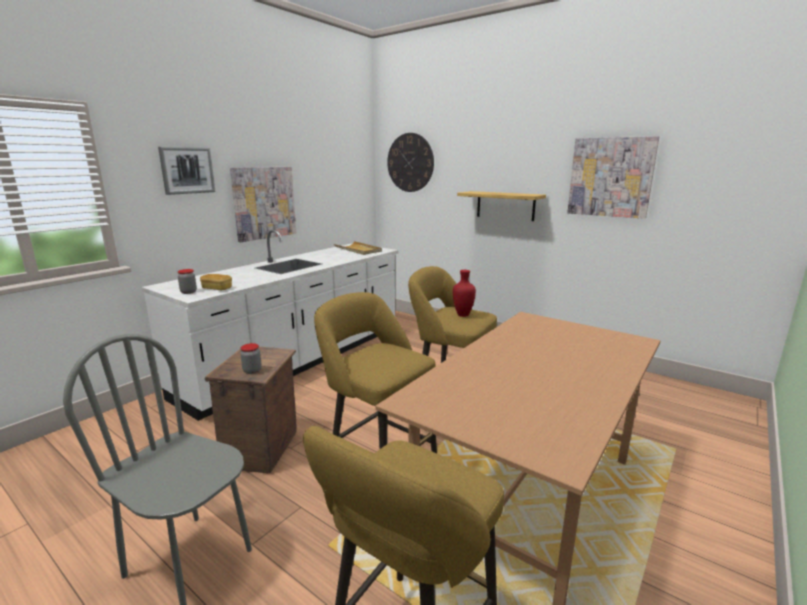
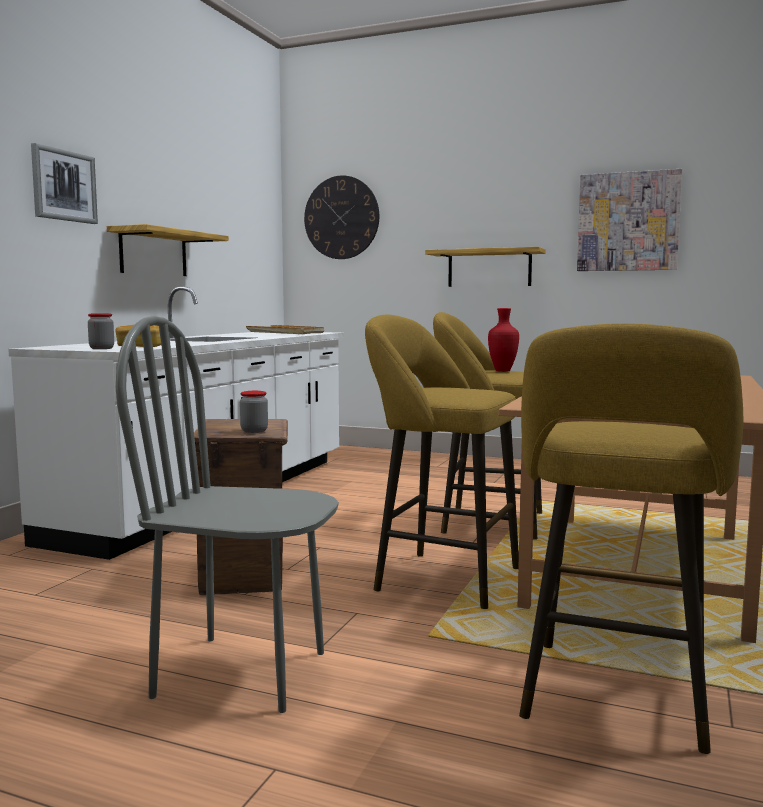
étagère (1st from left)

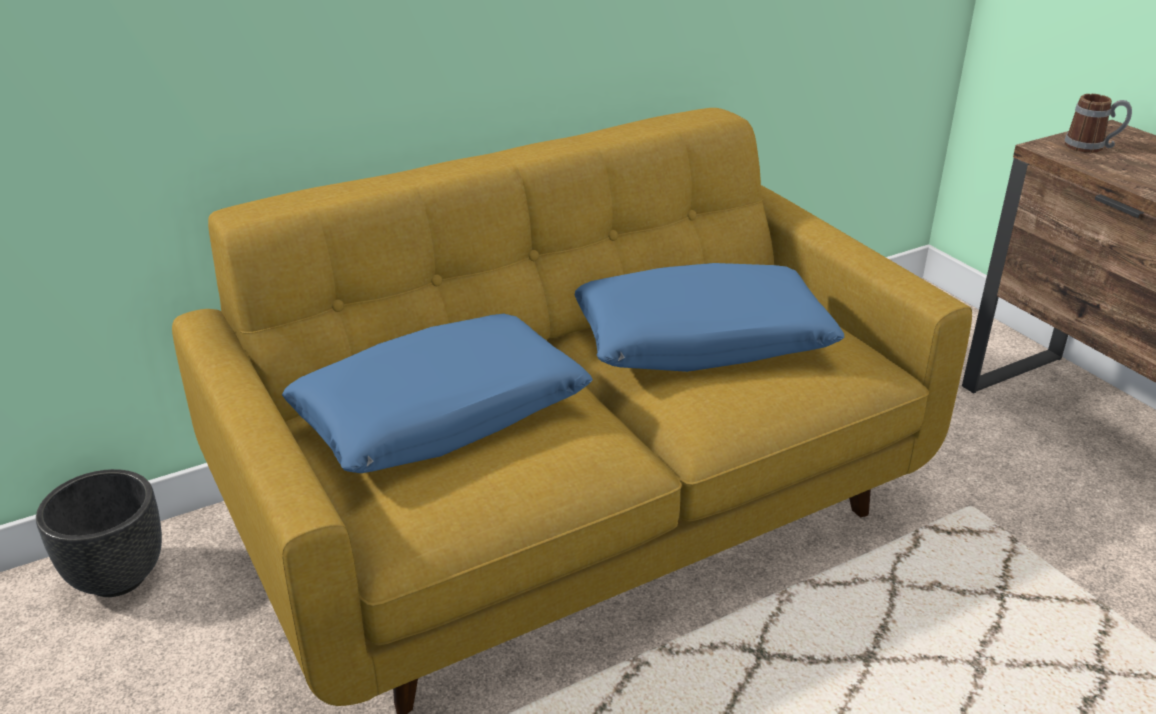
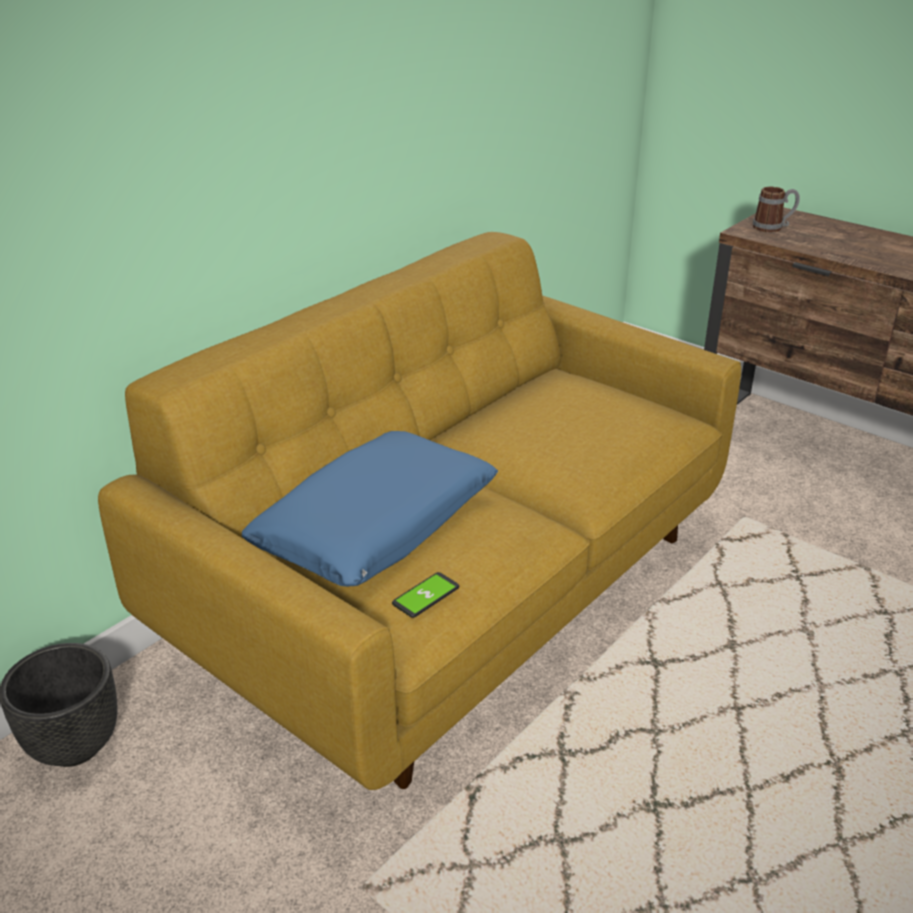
téléphone; coussin/bleu (2nd from left in the first image)

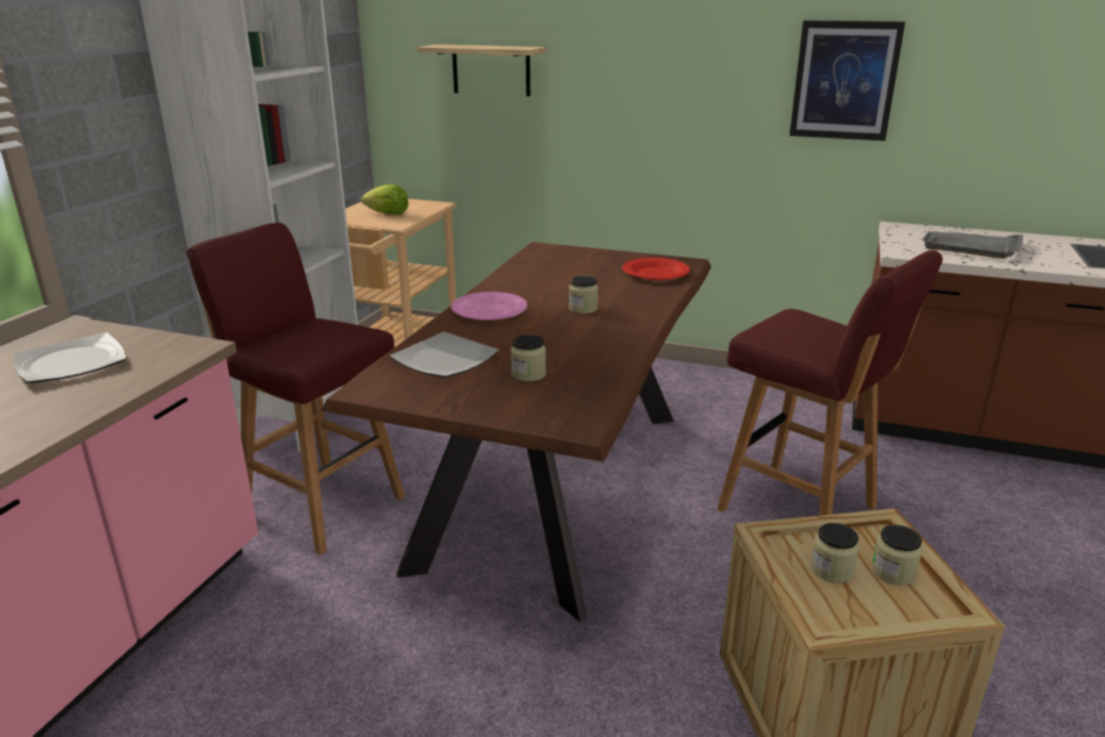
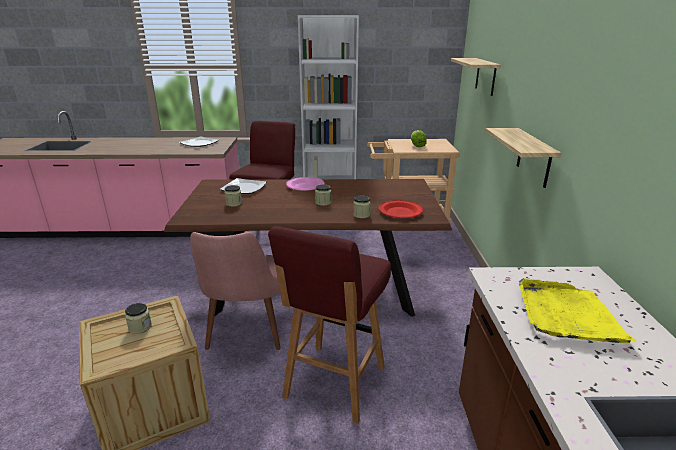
chaise/rose; bocal (4th from left); étagère (2nd from left); plateau/jaune; tableau

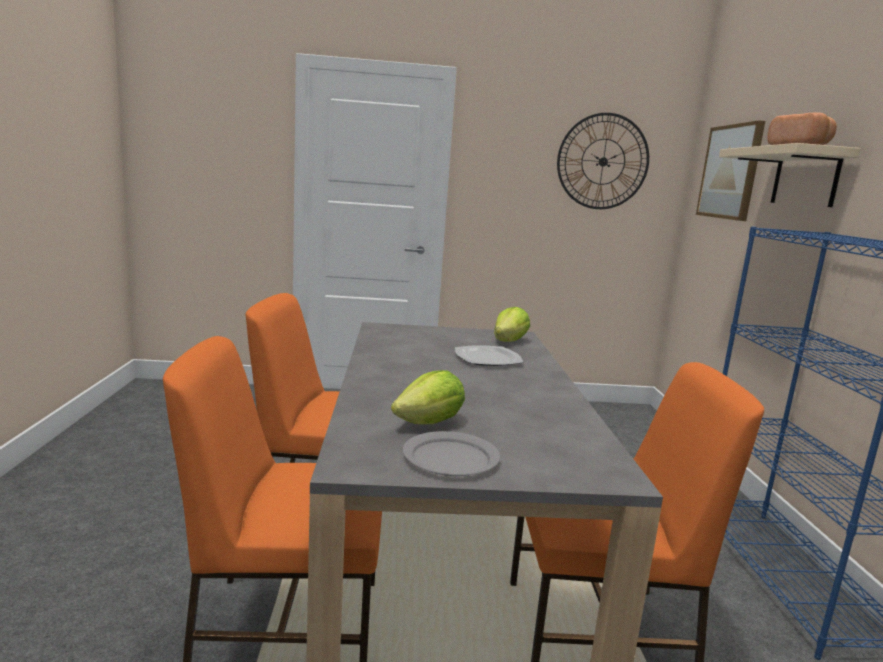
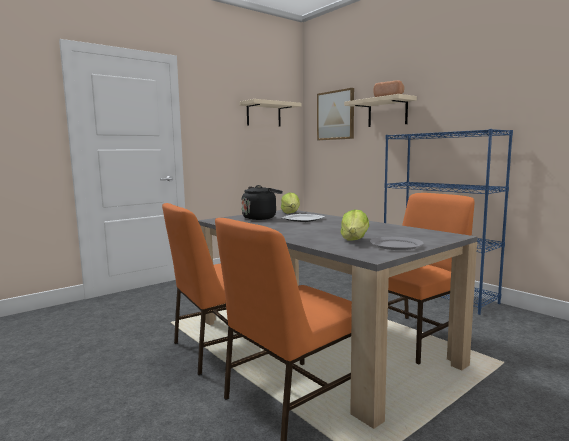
étagère/beige (1st from left); bouilloire/noir

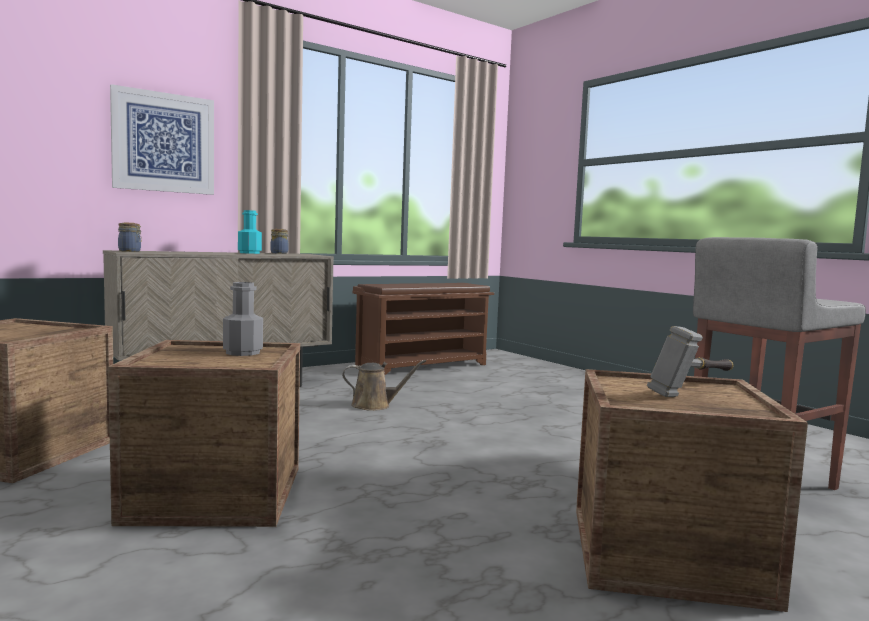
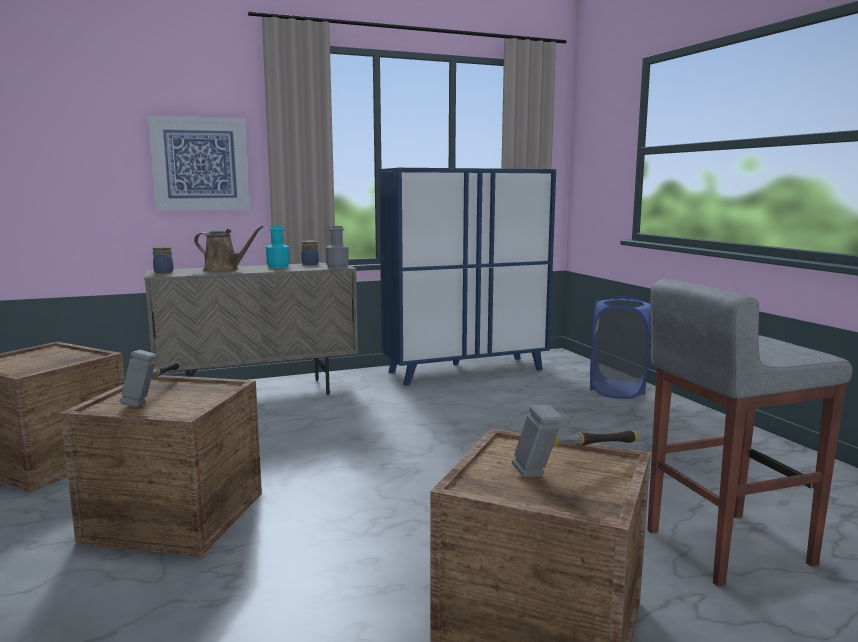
marteau (1st from left); arrosoir/marron; bouteille/gris; meuble de rangement/bleu; panier à linge/bleu

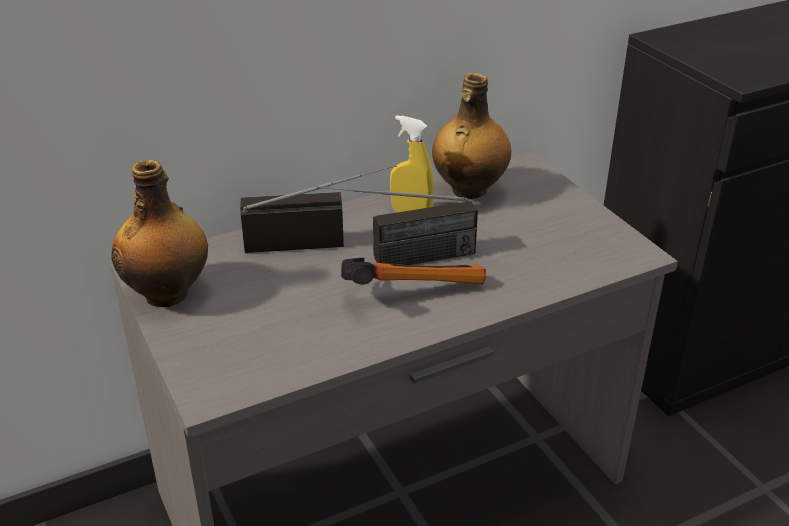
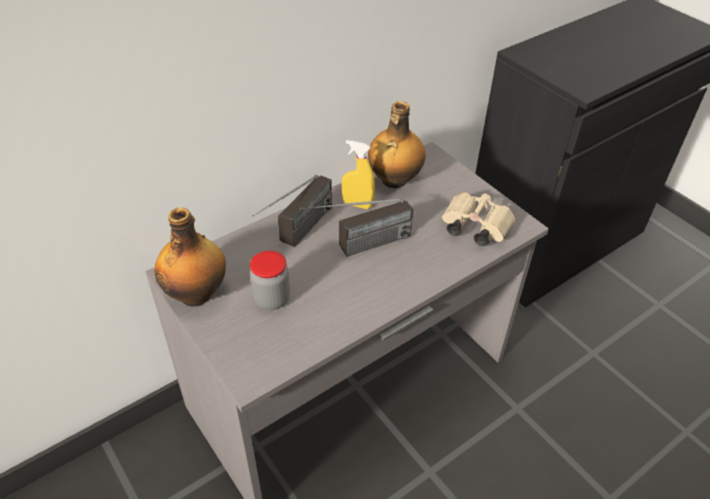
bocal; radio (1st from left); jumelles/beige; marteau

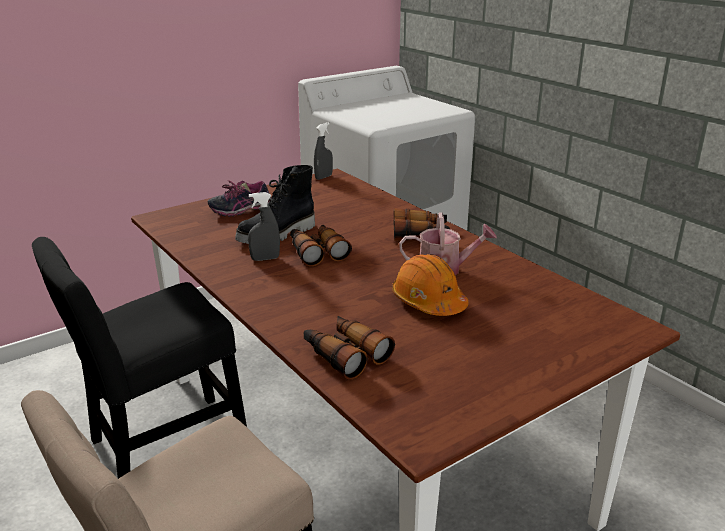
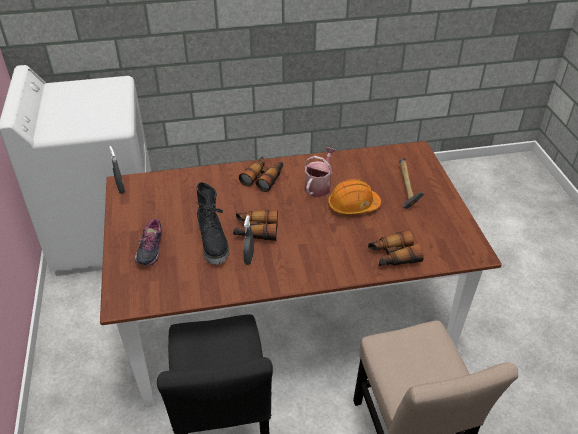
marteau

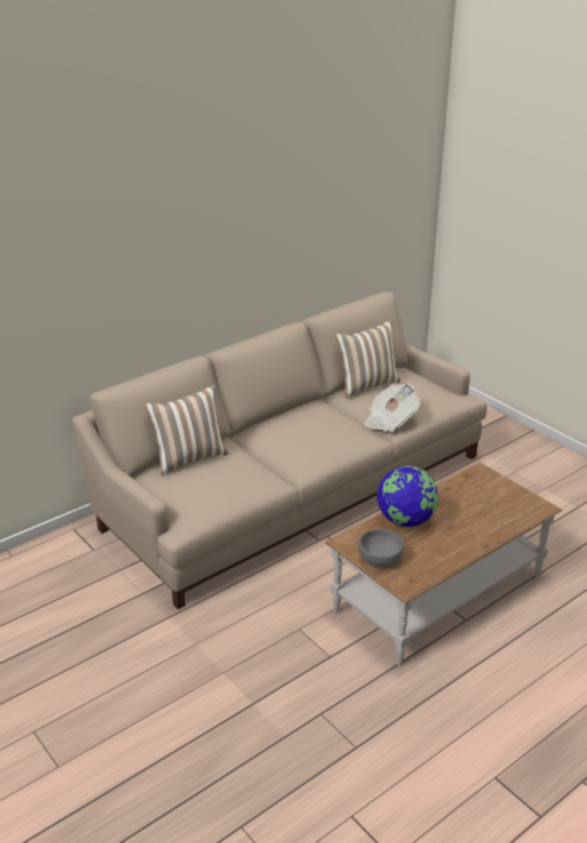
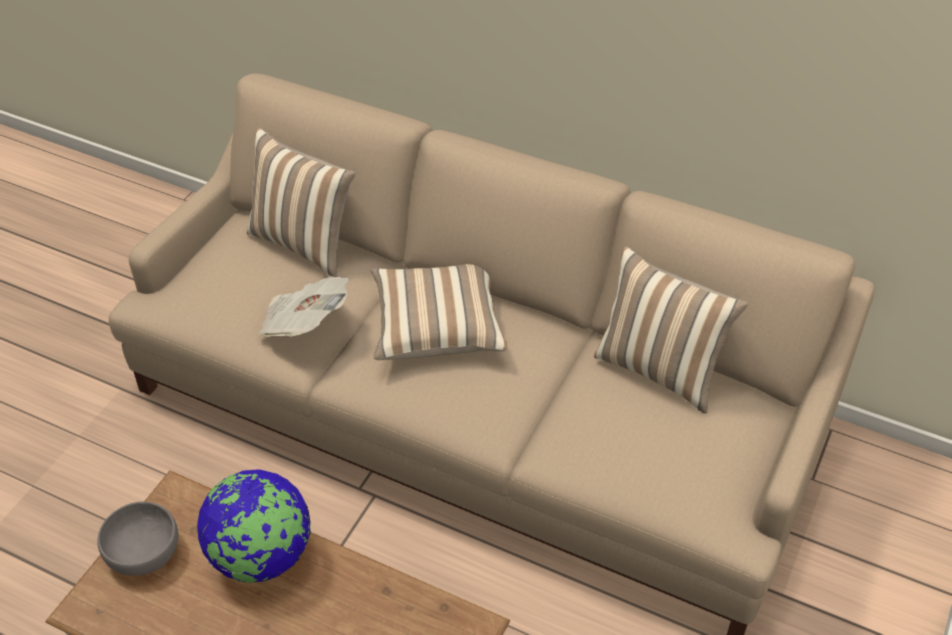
journal; coussin (2nd from left)

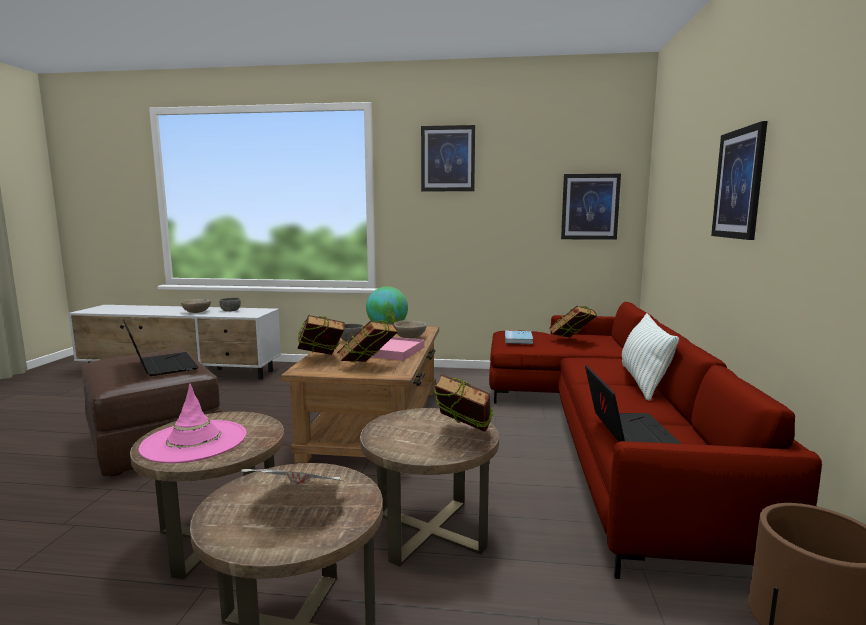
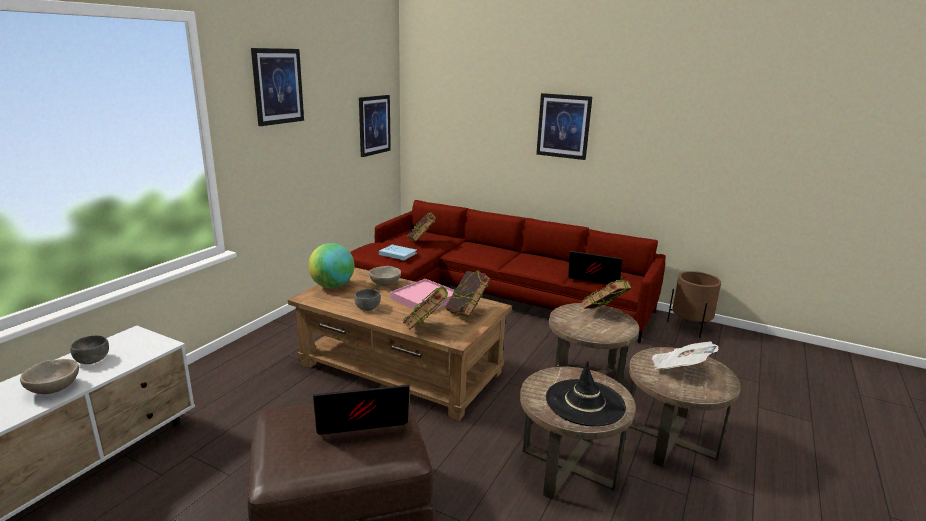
chapeau/noir; coussin

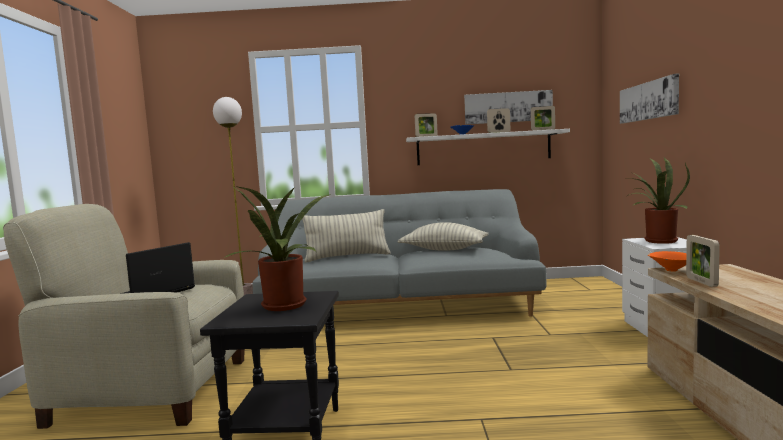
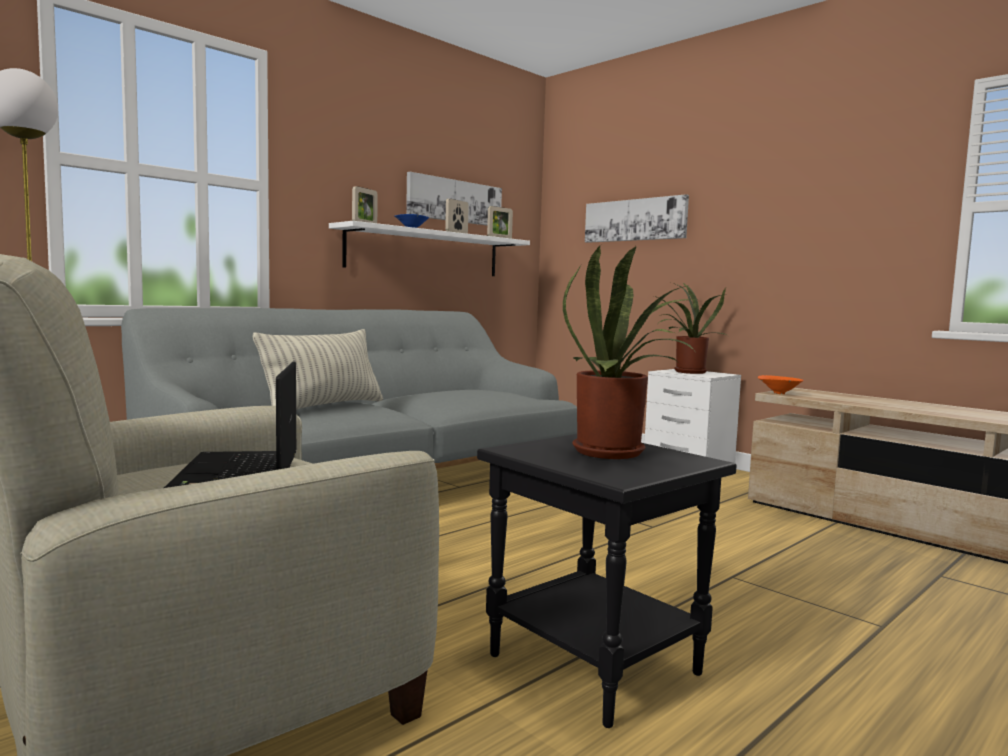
coussin (2nd from left in the first image); cadre photo (4th from left in the first image)

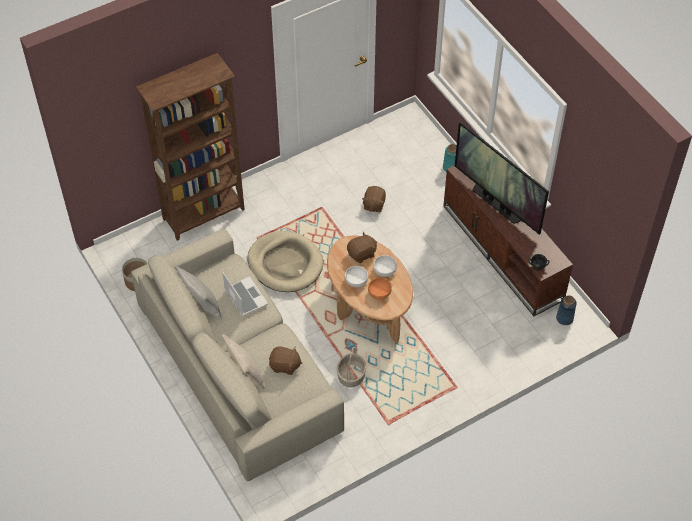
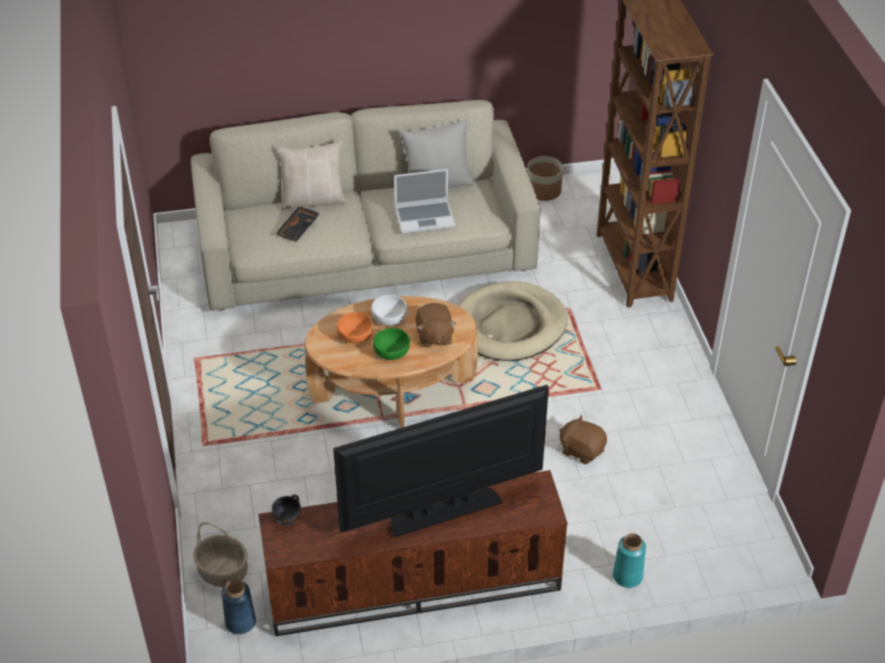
panier; plateau/noir; bol/vert

